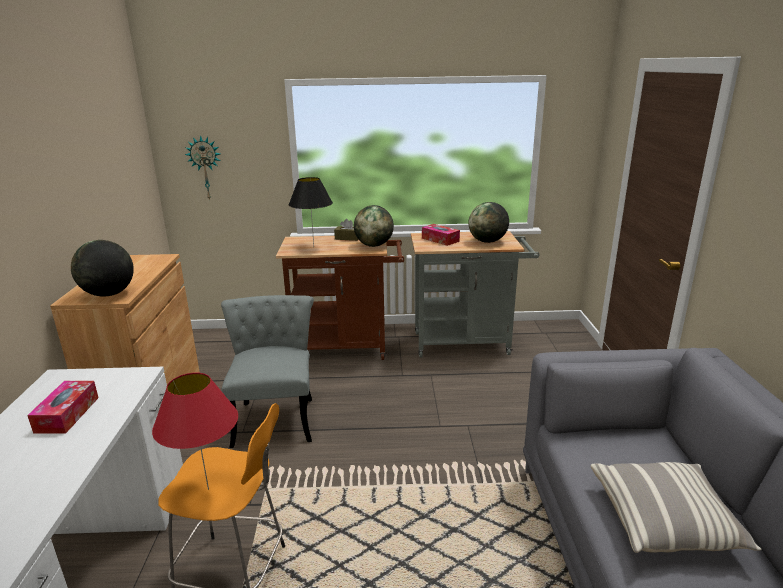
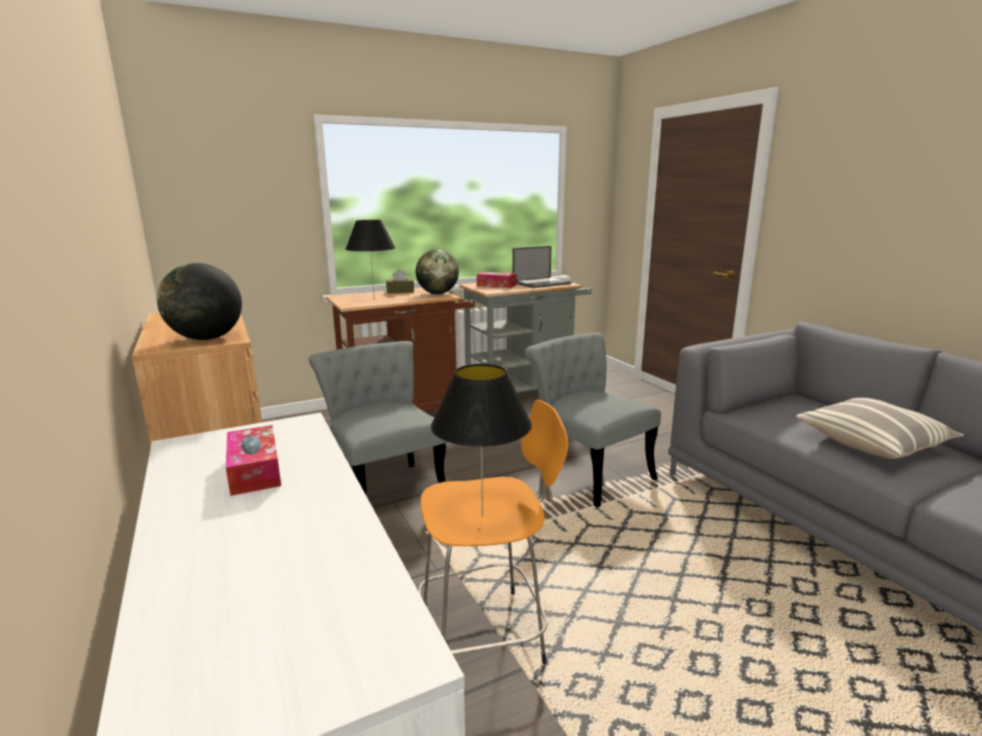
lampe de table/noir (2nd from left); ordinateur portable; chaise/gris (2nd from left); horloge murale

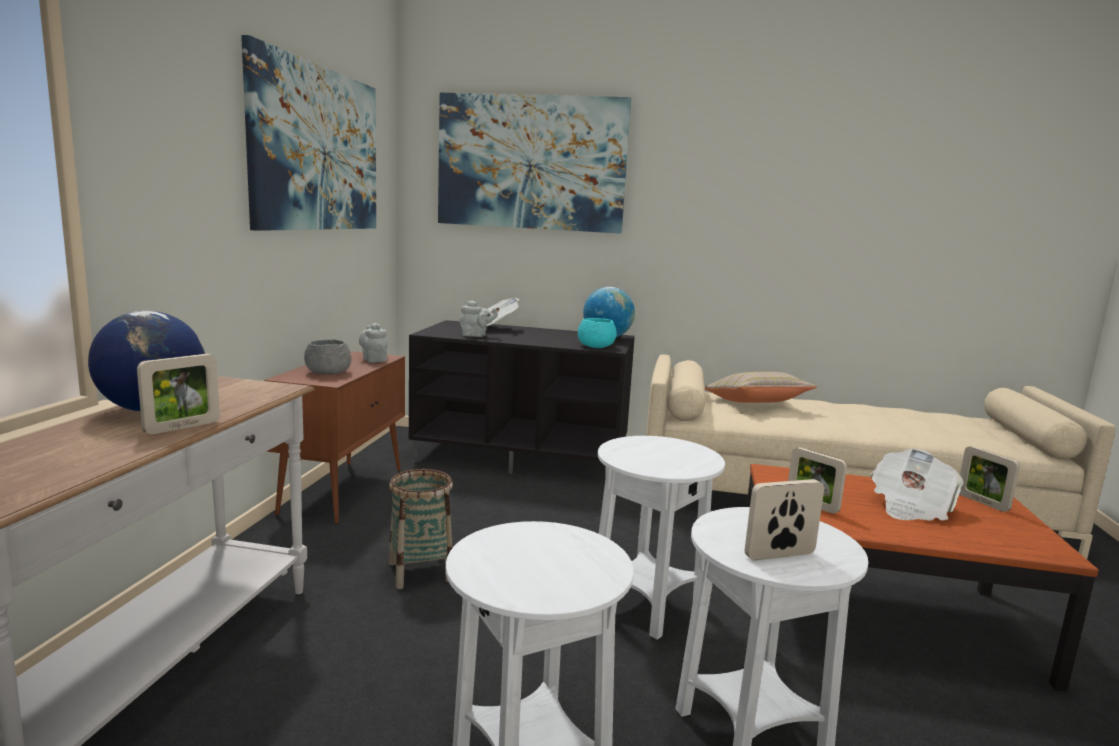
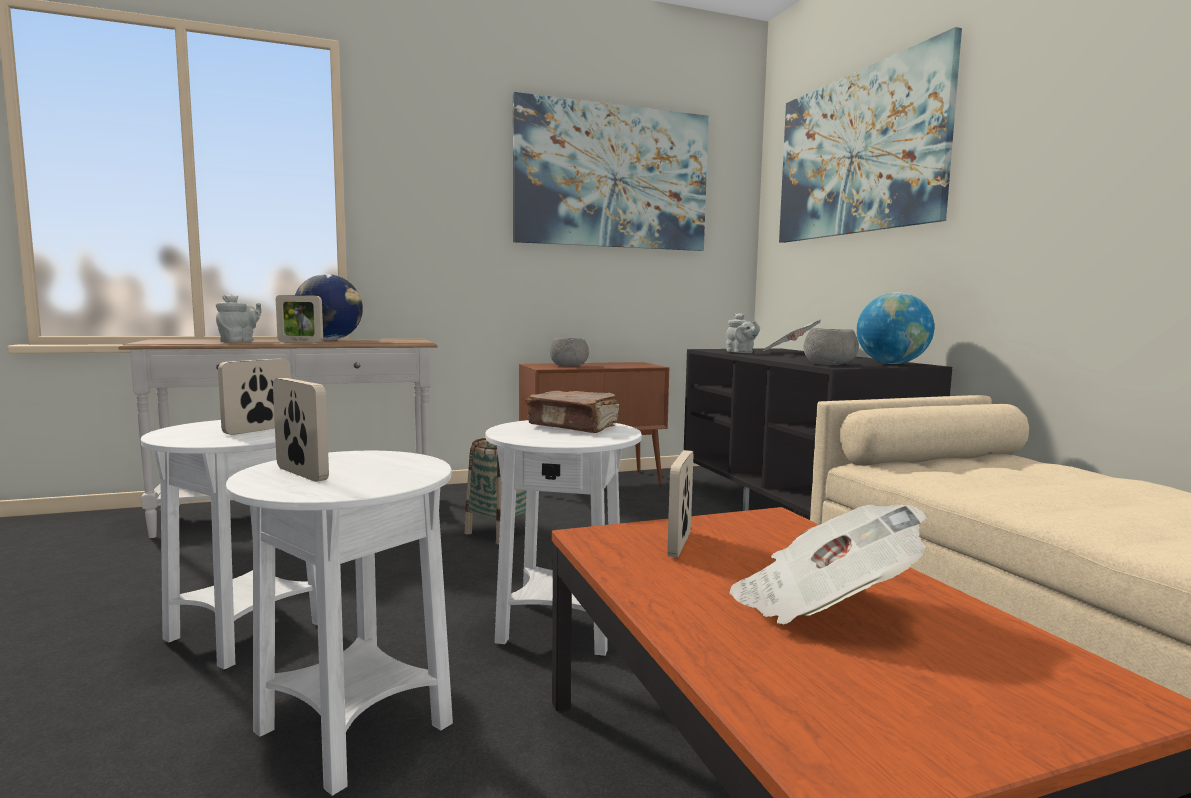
théière/gris (1st from left); cadre photo (1st from left); livre/marron; bol/gris (2nd from left); coussin/beige

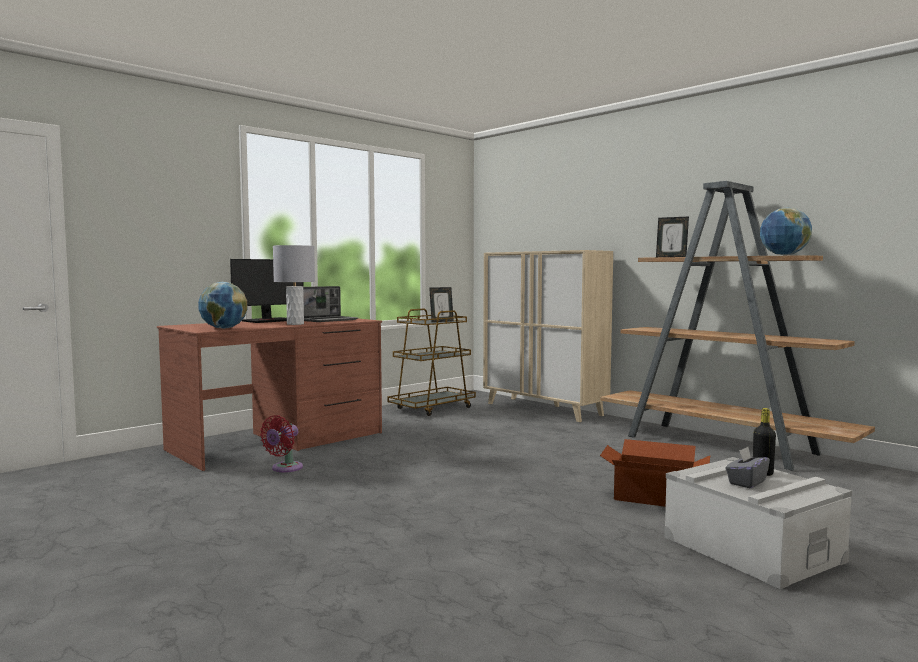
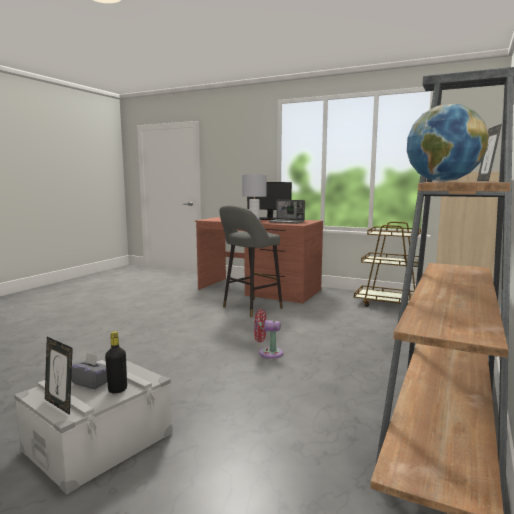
cadre photo (1st from left); tabouret/gris; ventilateur/rouge; globe (1st from left in the first image); carton

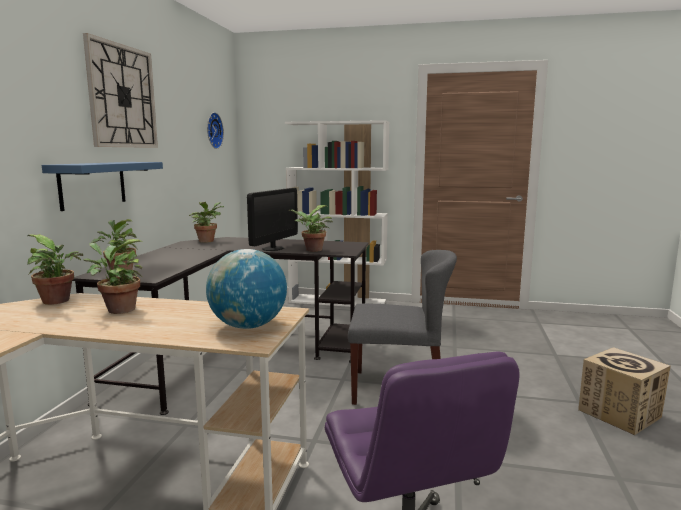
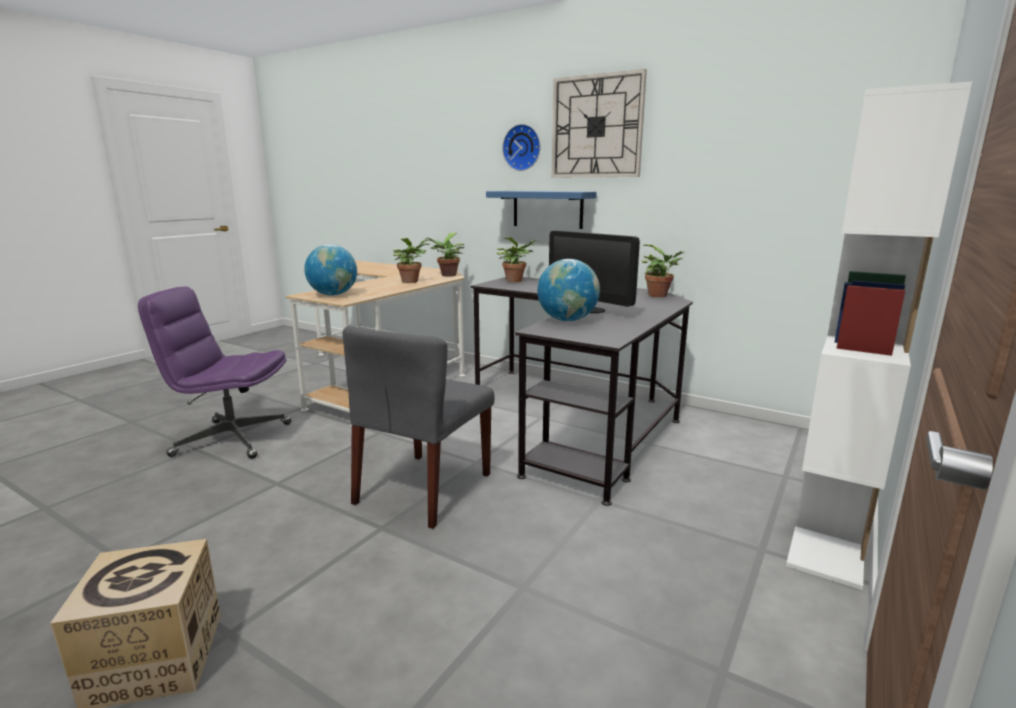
horloge murale (1st from left); globe (2nd from left)

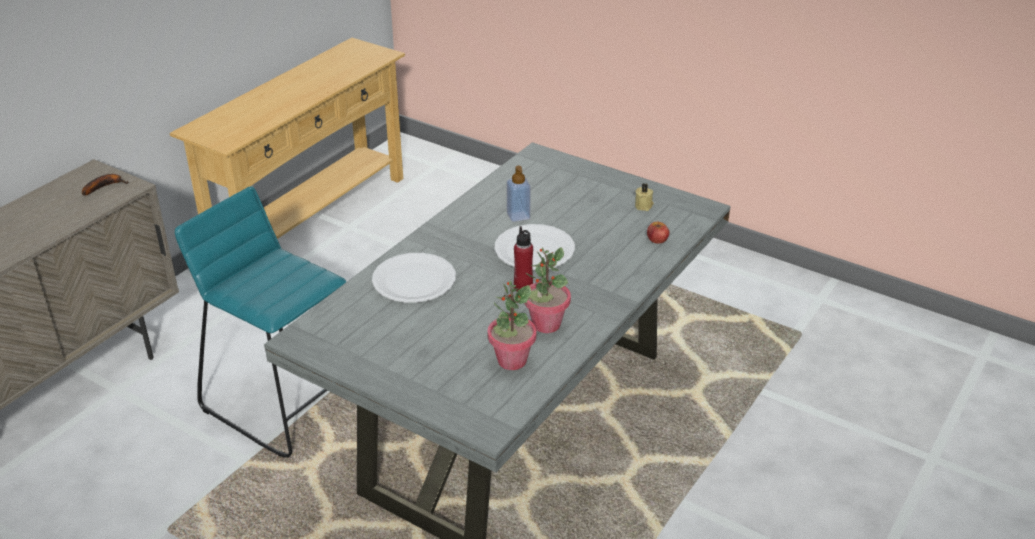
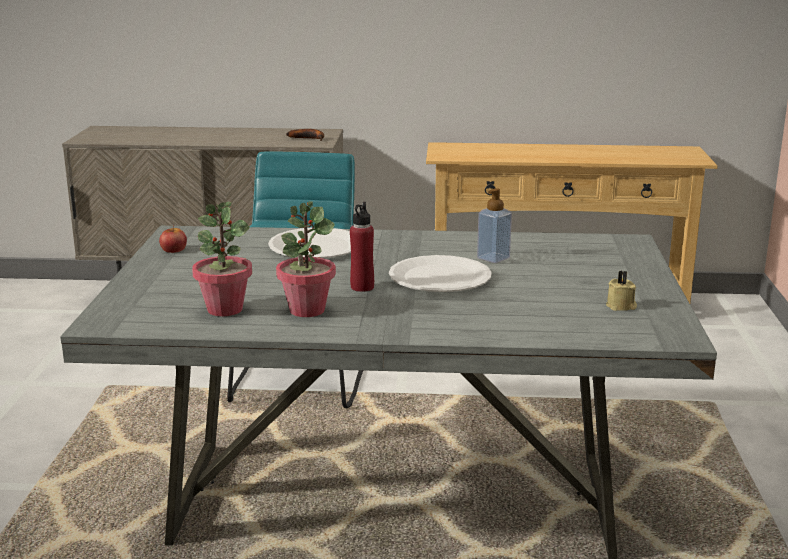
pomme

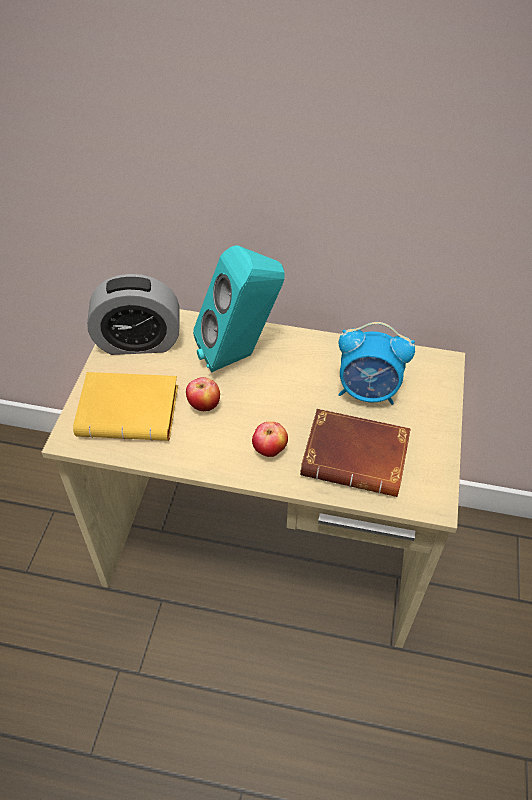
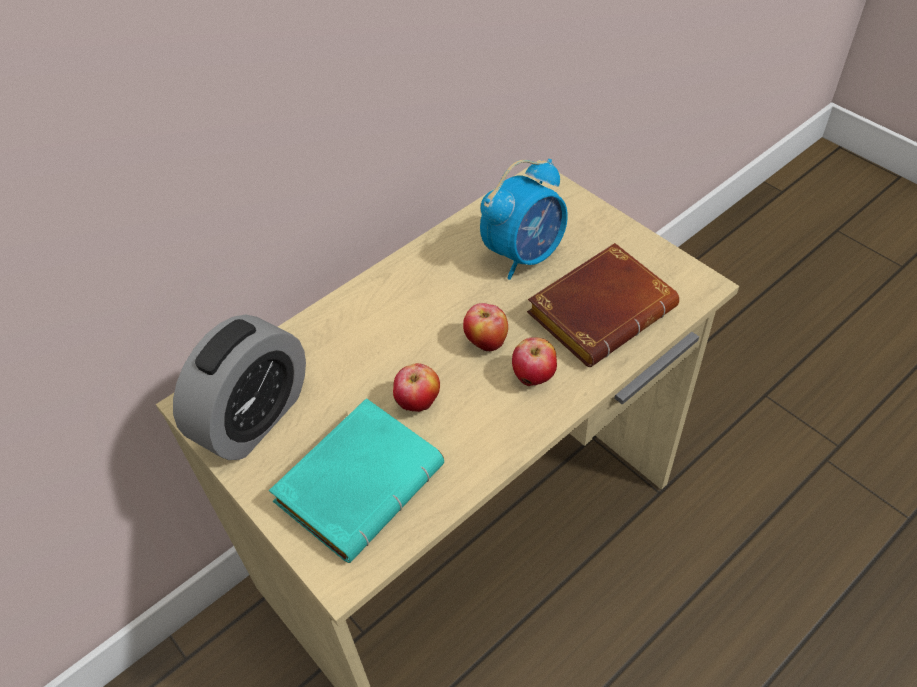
livre/turquoise; pomme (2nd from left); enceinte/turquoise

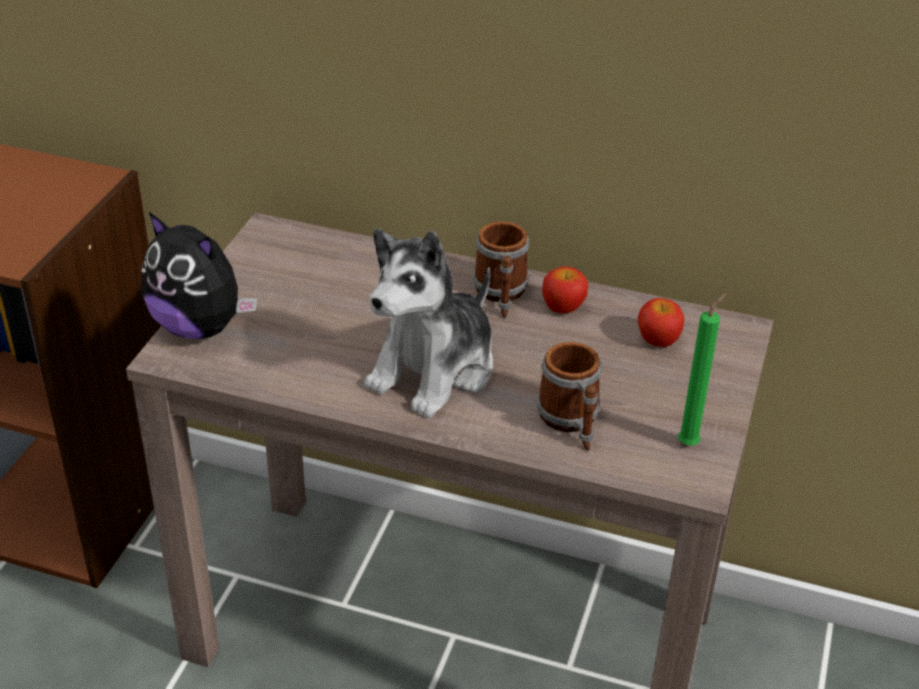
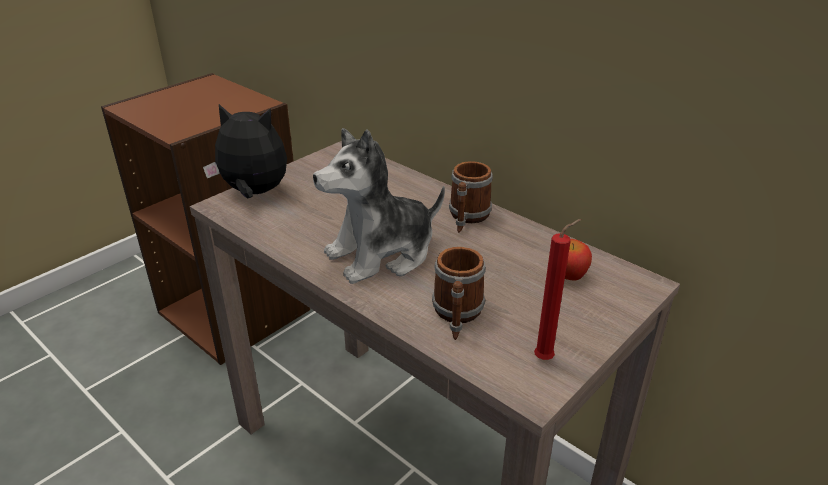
peluche (1st from left); bougie/rouge; pomme (1st from left in the first image)

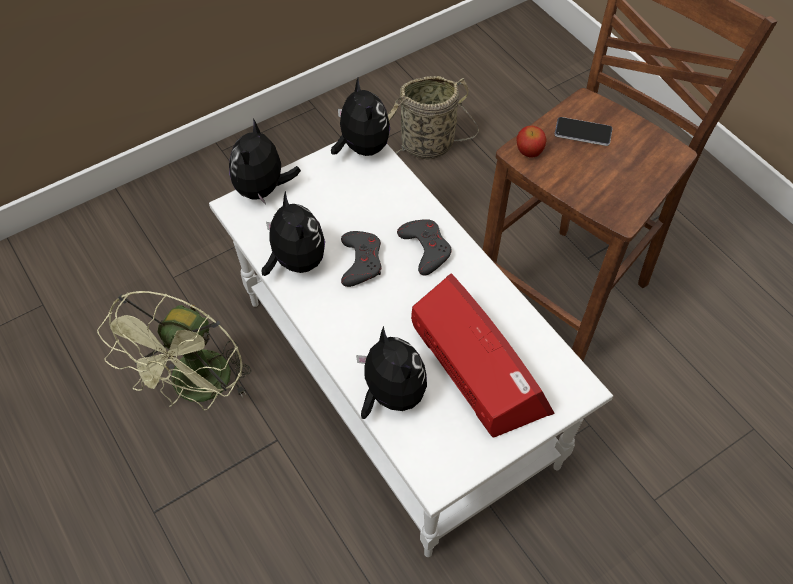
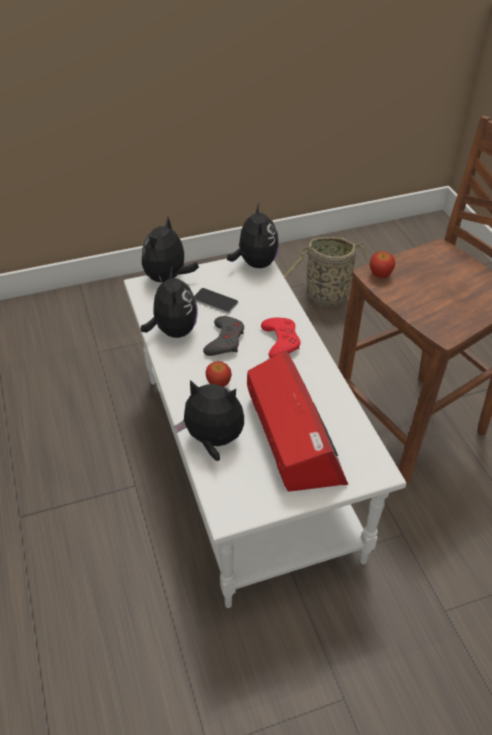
peluche (3rd from left); téléphone; pomme (1st from left); manette/rouge; ventilateur/vert

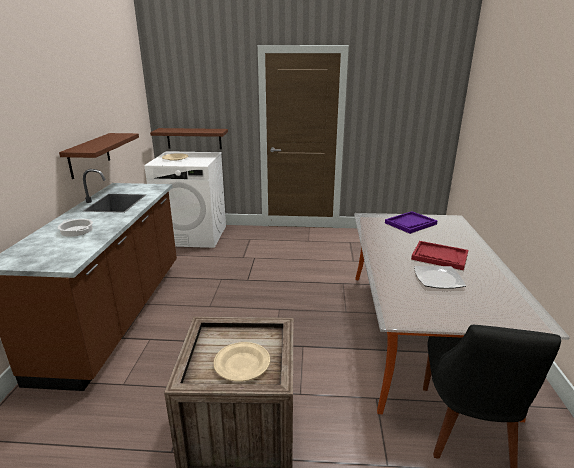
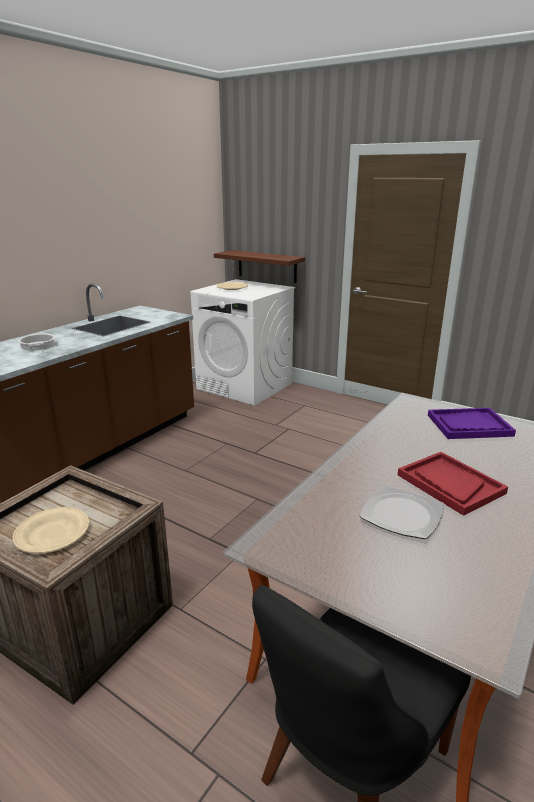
étagère/marron (1st from left in the first image)

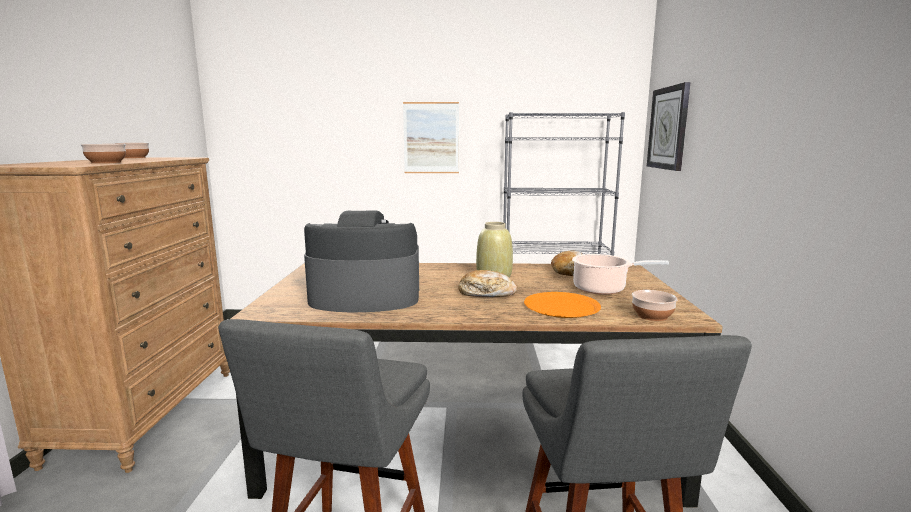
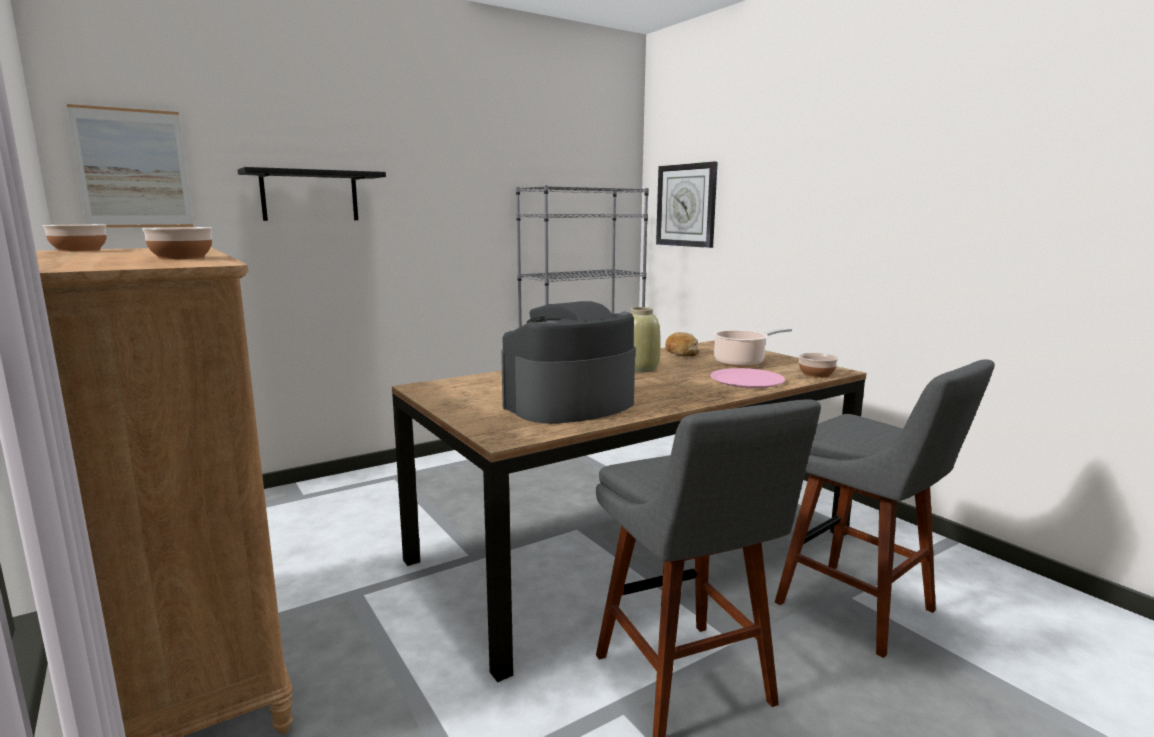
tableau; étagère/noir; assiette/rose; pain (1st from left in the first image)

